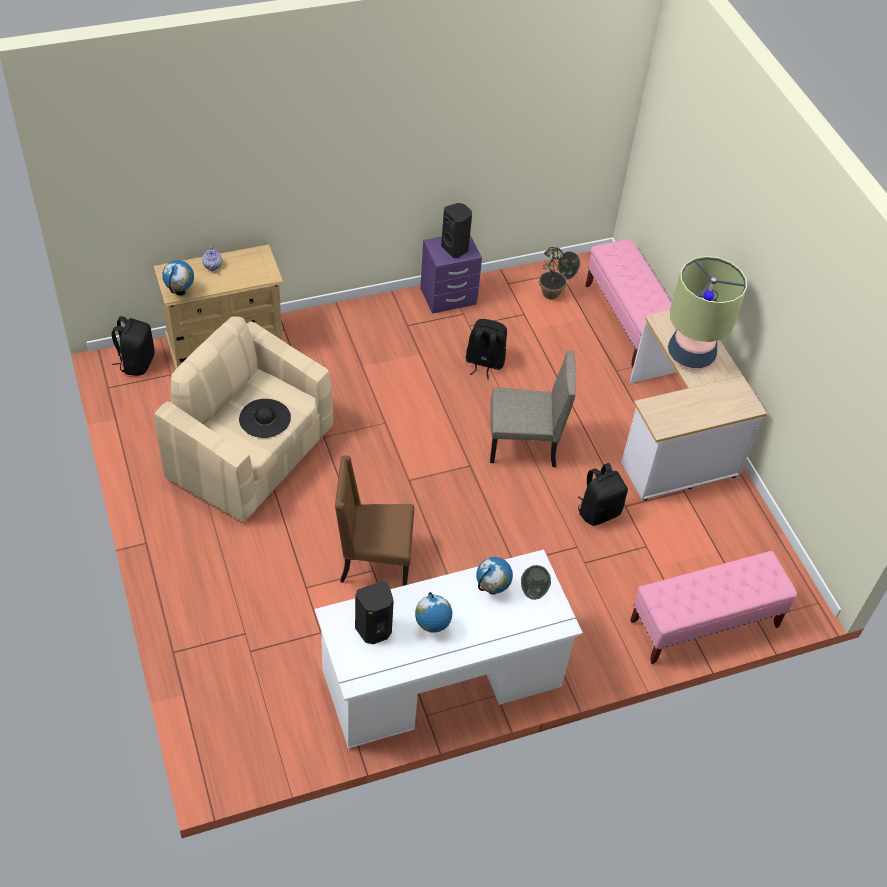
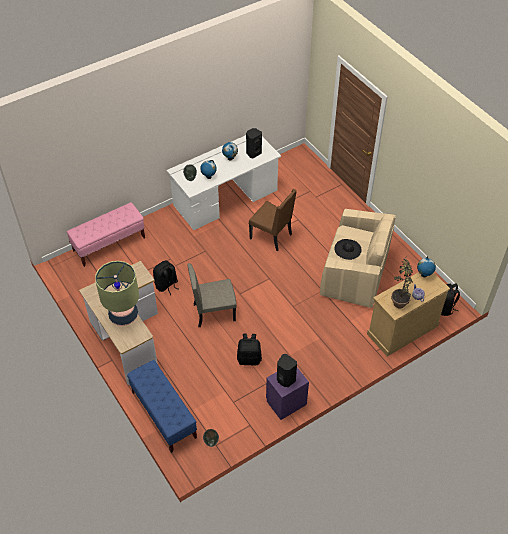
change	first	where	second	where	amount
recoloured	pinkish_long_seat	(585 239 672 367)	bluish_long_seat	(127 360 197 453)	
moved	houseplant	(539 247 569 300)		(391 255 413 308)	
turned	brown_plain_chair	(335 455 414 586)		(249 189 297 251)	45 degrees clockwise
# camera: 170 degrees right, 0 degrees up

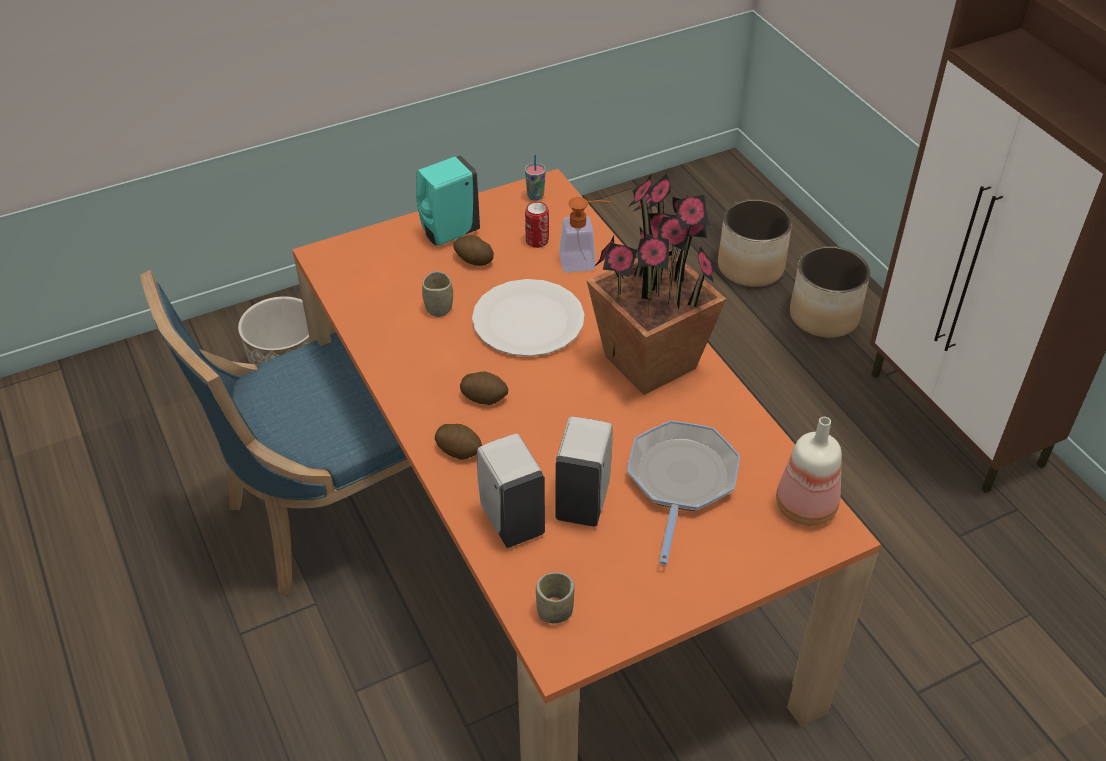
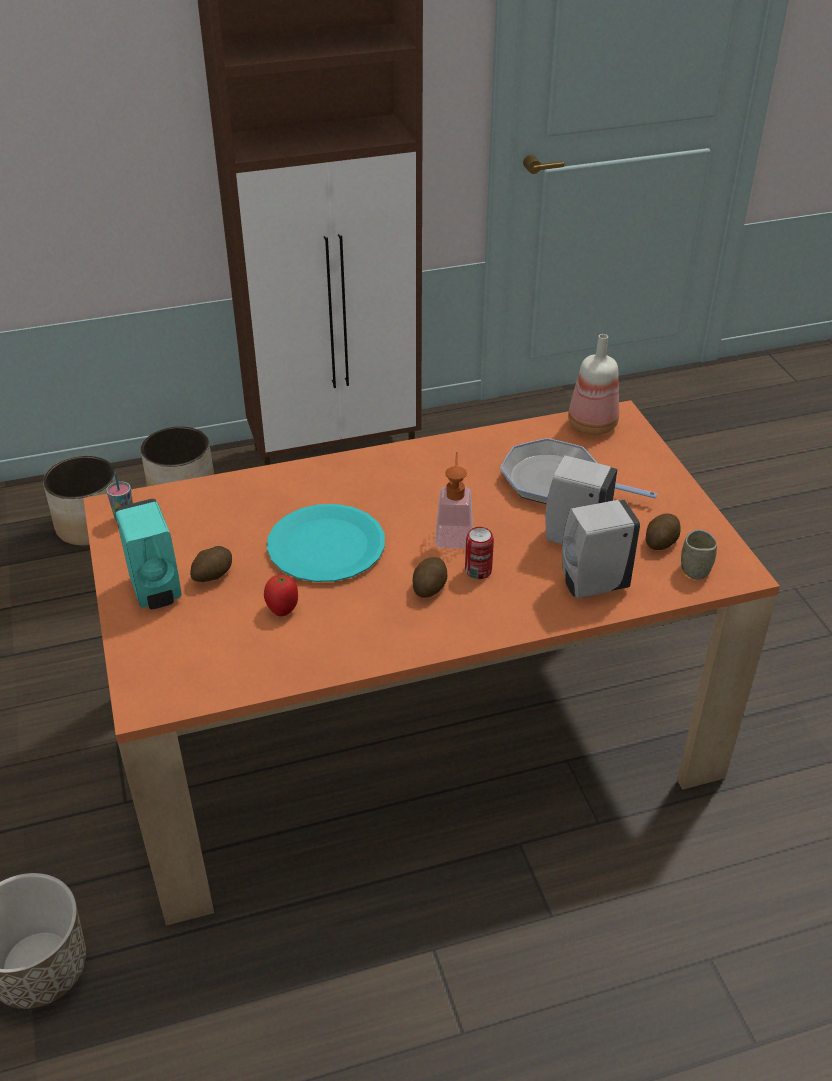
change	first	where	second	where	amount
removed	houseplant	(587 174 726 395)			
moved	liquid_soap_bottle	(559 197 611 273)		(435 452 473 548)	
moved	can	(525 202 549 248)		(465 527 494 579)	
removed	bluish_plain_chair	(140 270 411 595)			
replaced	cup	(422 271 453 317)	fresh_tomato	(264 575 298 617)	
recoloured	white_plate	(472 279 585 357)	blue-green_plate	(267 504 385 582)	
moved	spud	(435 424 482 460)		(646 513 681 550)	
# camera: 80 degrees left, 5 degrees down

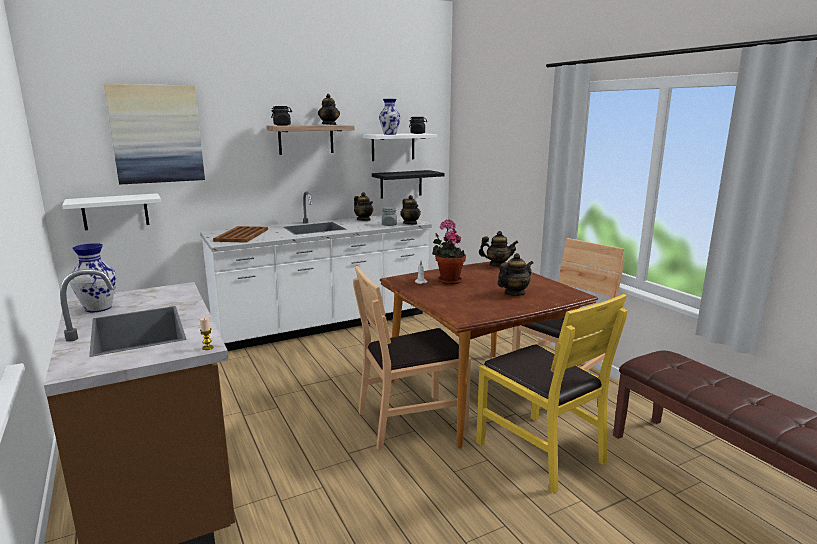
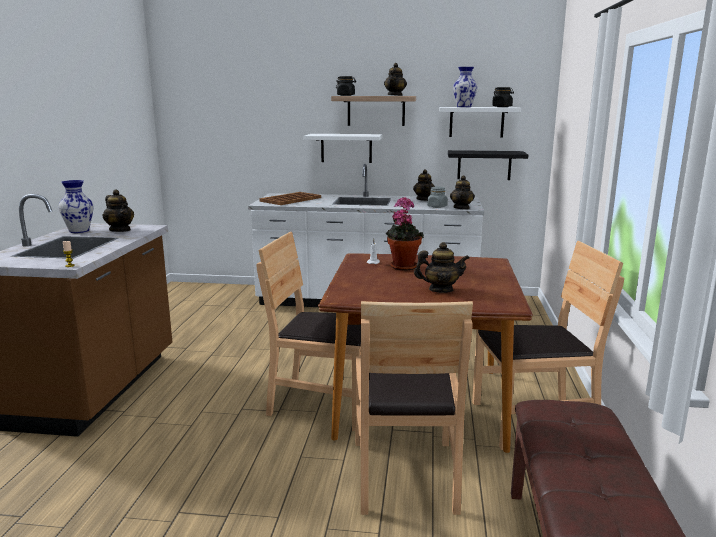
change	first	where	second	where	amount
removed	wall_art	(104 84 205 184)			
moved	white_bracket_shelf	(62 193 161 230)		(304 134 383 163)	
moved	teapot	(479 231 519 267)		(102 189 134 232)	
recoloured	yellow_plain_chair	(476 294 627 494)	brown_plain_chair	(355 301 473 515)	
# camera: 35 degrees right, 0 degrees up

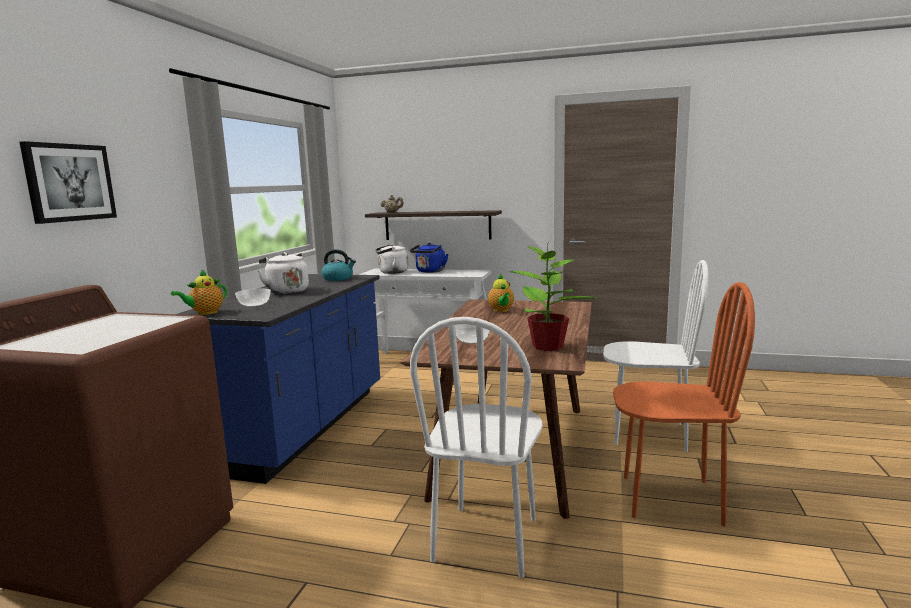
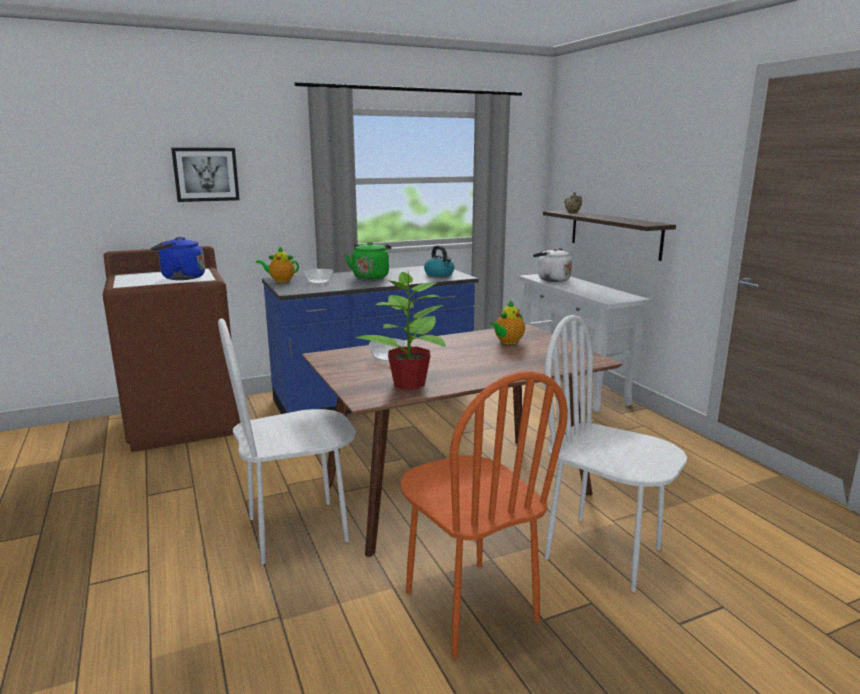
change	first	where	second	where	amount
moved	bluish_kettle	(410 243 448 273)		(151 237 205 280)	
recoloured	white_kettle	(257 252 309 294)	green-coloured_kettle	(345 242 391 279)	
turned	white_plain_chair	(603 260 708 452)		(544 315 687 592)	150 degrees clockwise
# camera: 50 degrees right, 5 degrees up

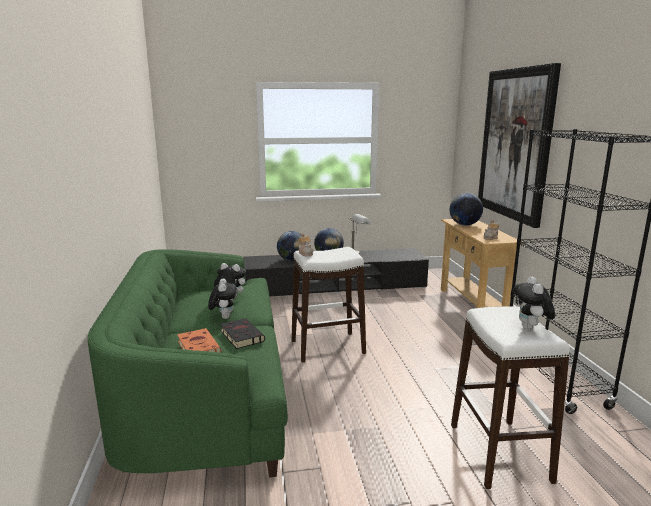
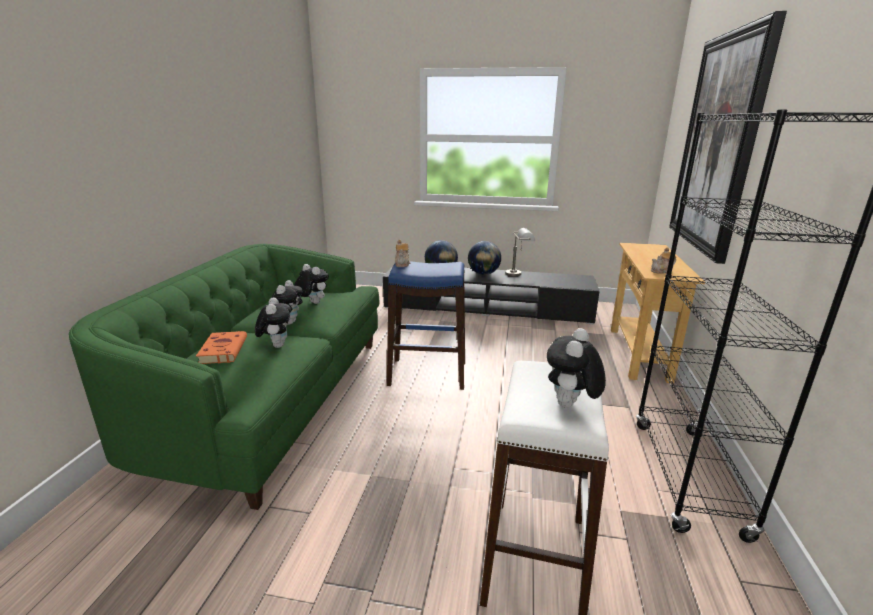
change	first	where	second	where	amount
removed	globe	(450 193 483 226)			
recoloured	white_stool	(291 247 366 363)	bluish_stool	(387 261 465 390)	
replaced	black_bound_book	(220 318 265 349)	soft_toy	(255 297 291 348)	
# camera: 20 degrees right, 5 degrees up

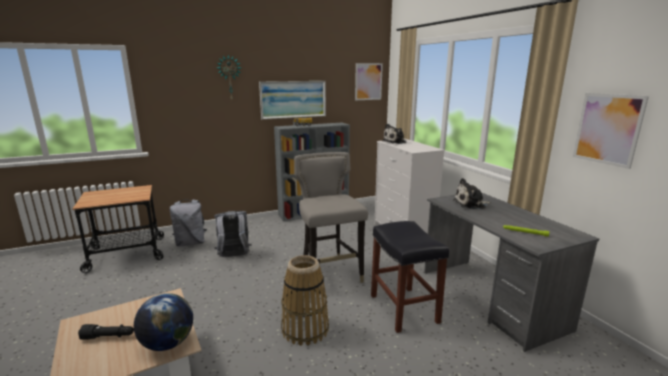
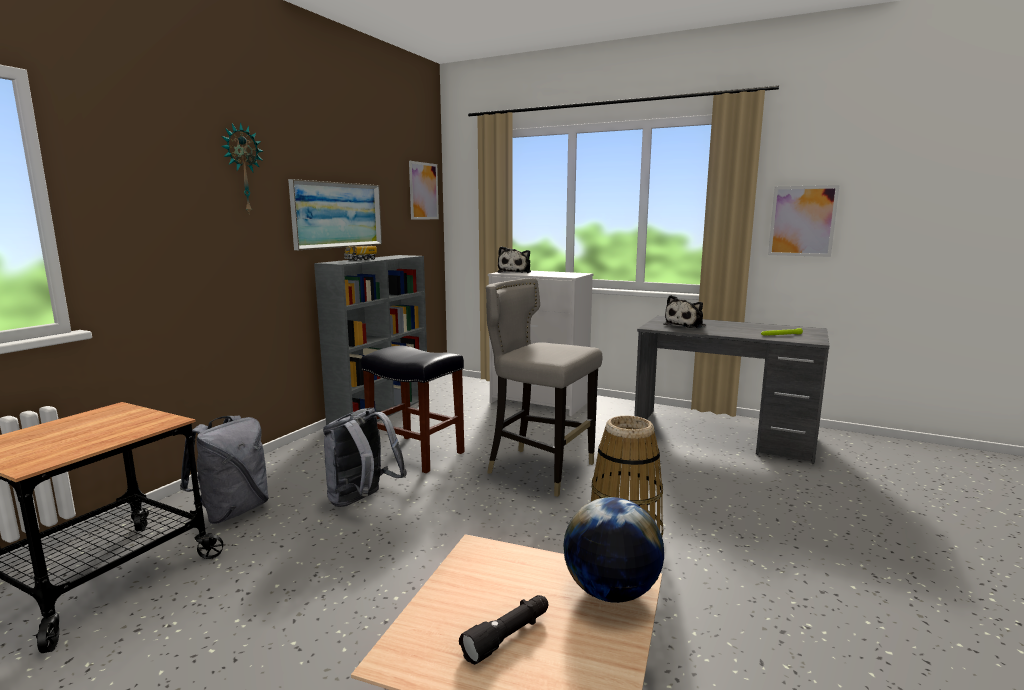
change	first	where	second	where	amount
moved	black_stool	(371 221 449 333)		(361 346 465 473)	
# camera: 40 degrees left, 5 degrees down

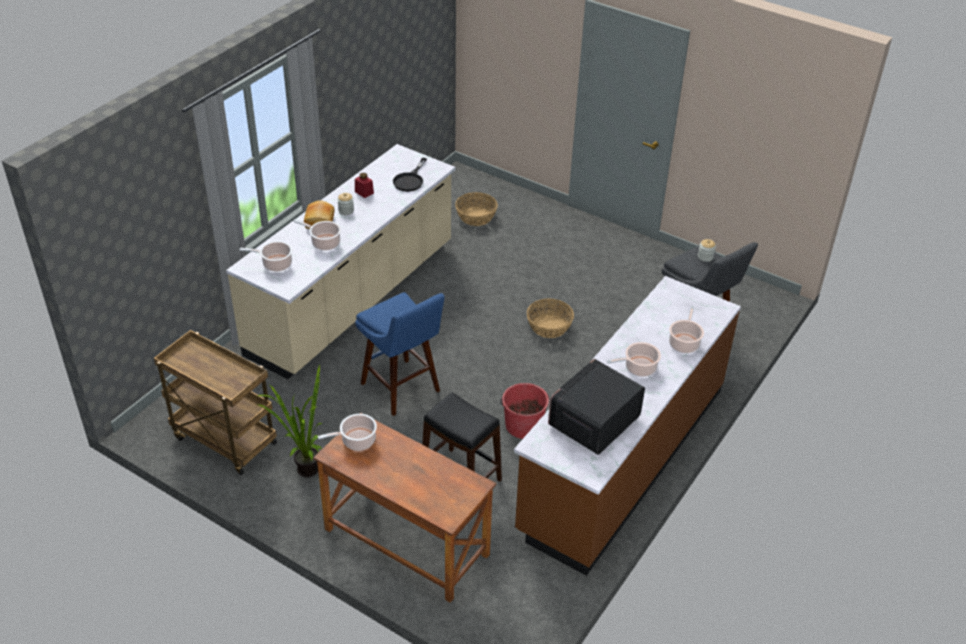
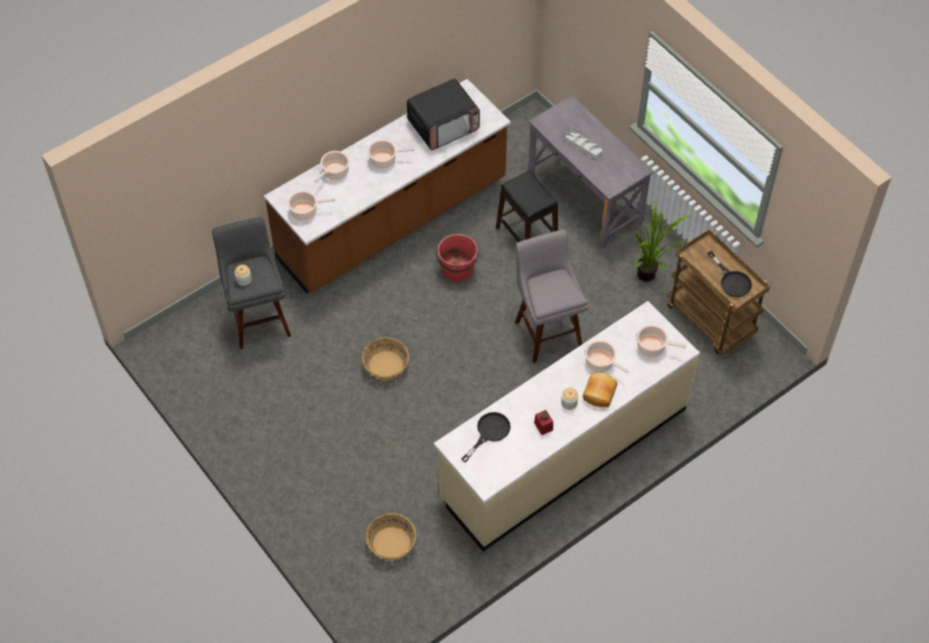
change	first	where	second	where	amount
recoloured	bluish_stool	(355 292 445 416)	grey_stool	(515 230 588 363)	
recoloured	brown_desk_unit	(313 413 496 603)	grey_desk_unit	(528 95 653 249)	
moved	stockpot	(318 414 377 451)		(288 191 335 221)	
added			grey_carrying_tray	(564 129 602 159)	
added			black_pan	(708 251 752 297)	
# camera: 160 degrees left, 15 degrees up

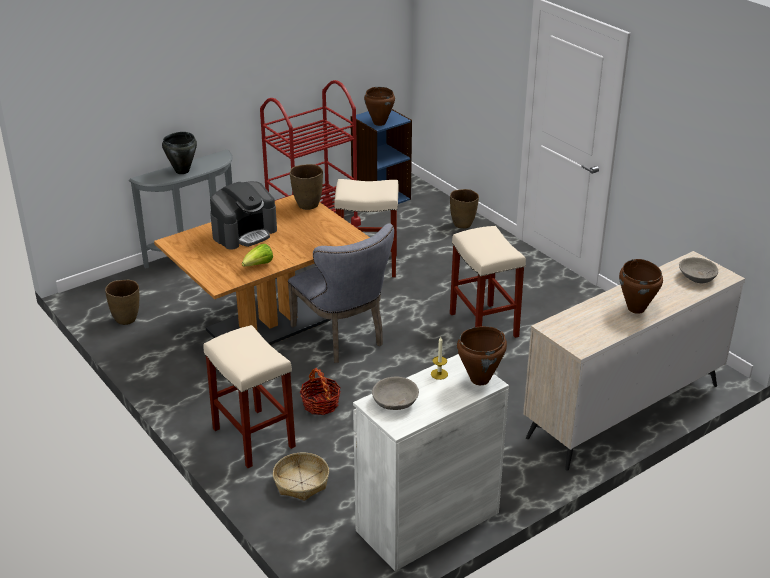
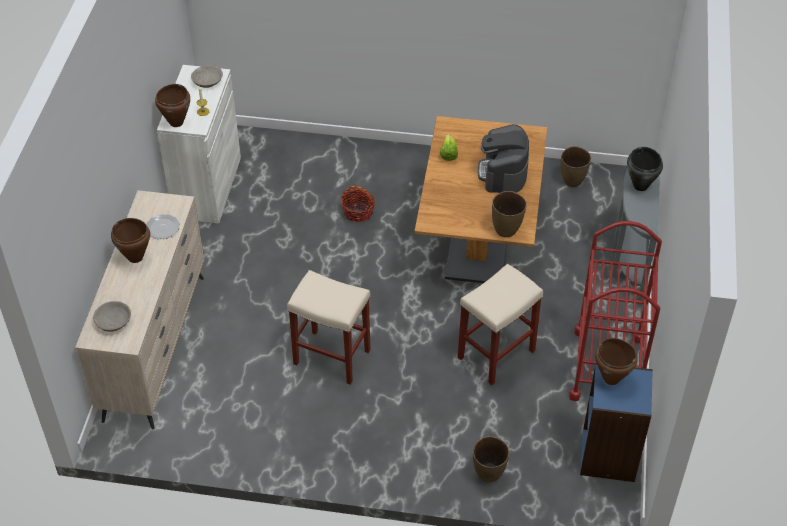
change	first	where	second	where	amount
removed	grey_plain_chair	(288 223 394 363)			
removed	beige-coloured_stool	(203 325 296 468)			
removed	household_basket	(273 452 329 501)			
added			plate	(146 214 180 239)	
# camera: 135 degrees right, 15 degrees up

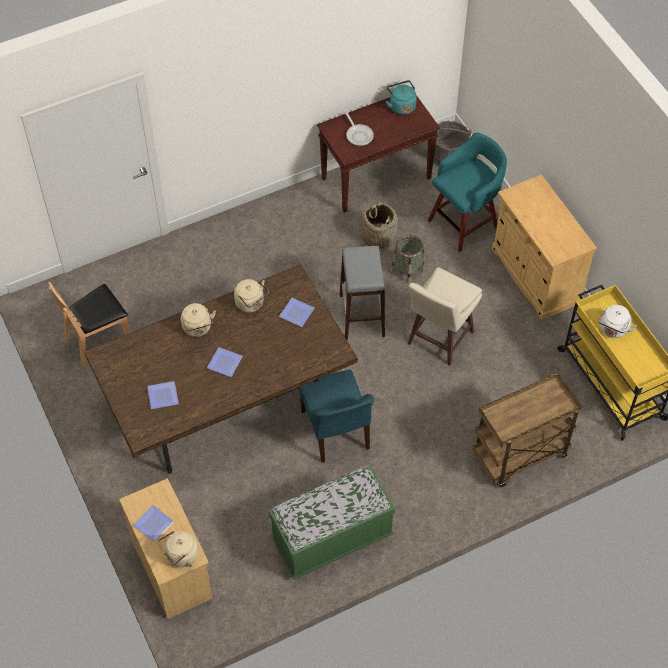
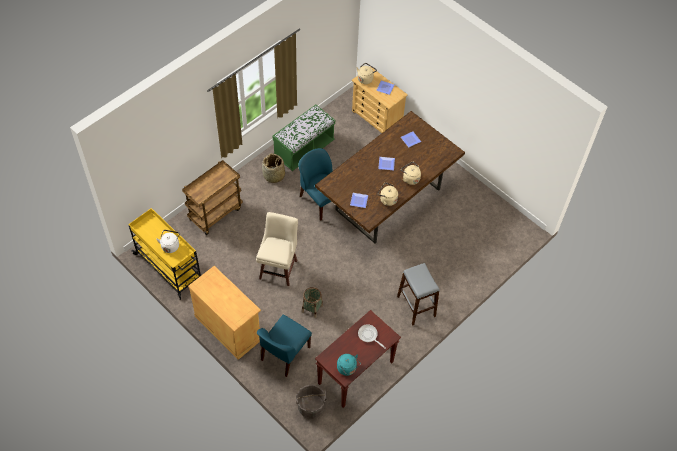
change	first	where	second	where	amount
replaced	blue-green_stool	(428 133 507 252)	bluish_plain_chair	(257 315 312 377)	
moved	household_basket	(361 202 398 249)		(262 153 285 183)	
moved	grey_stool	(340 246 385 340)		(397 263 440 325)	
removed	brown_plain_chair	(48 282 130 367)			
# camera: 160 degrees right, 0 degrees up

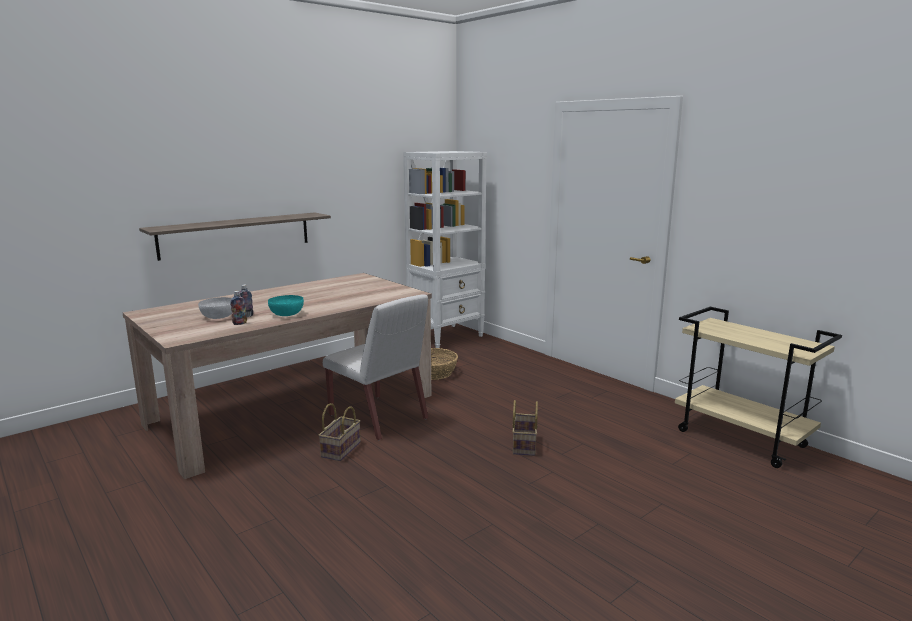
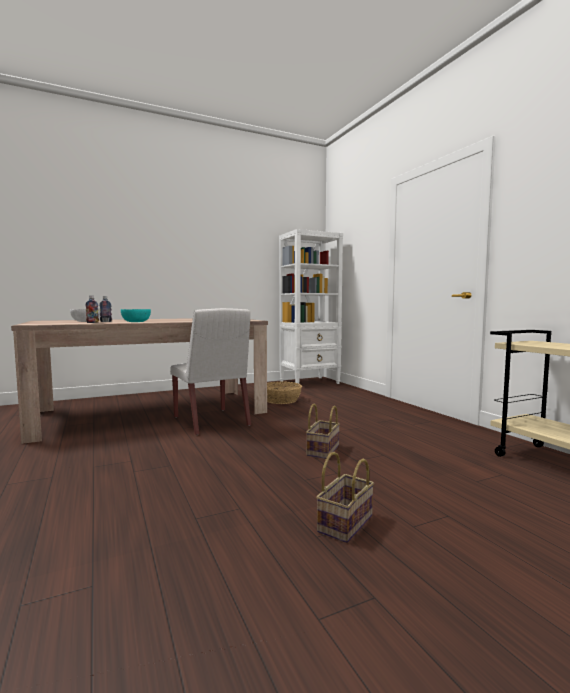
change	first	where	second	where	amount
removed	bracket_shelf	(139 212 331 261)			
moved	household_basket	(319 403 361 461)		(316 452 374 543)	
# camera: 15 degrees right, 10 degrees down

